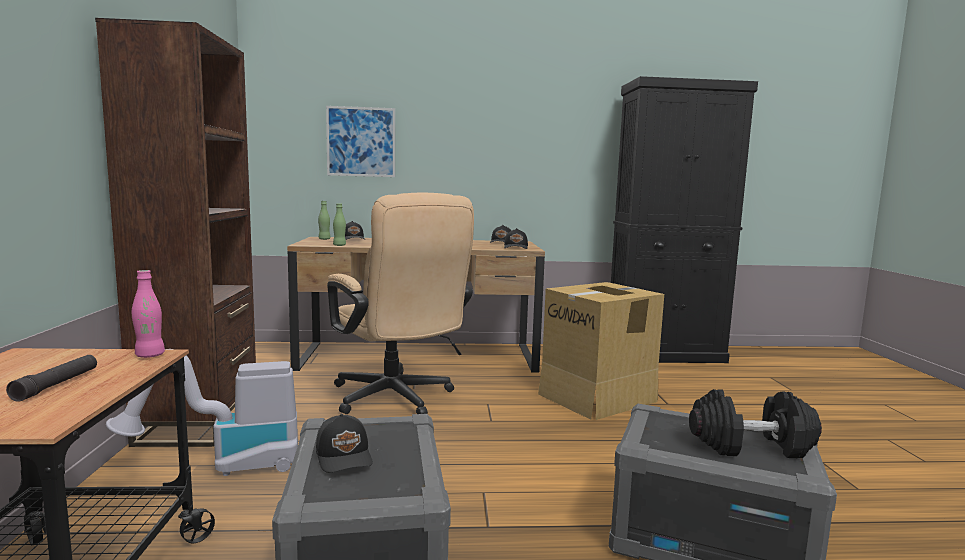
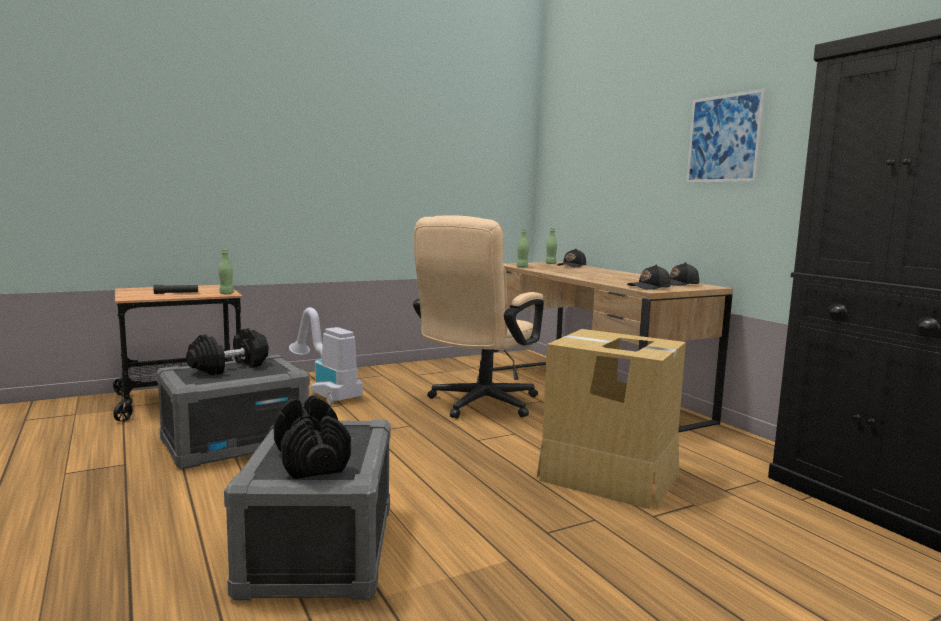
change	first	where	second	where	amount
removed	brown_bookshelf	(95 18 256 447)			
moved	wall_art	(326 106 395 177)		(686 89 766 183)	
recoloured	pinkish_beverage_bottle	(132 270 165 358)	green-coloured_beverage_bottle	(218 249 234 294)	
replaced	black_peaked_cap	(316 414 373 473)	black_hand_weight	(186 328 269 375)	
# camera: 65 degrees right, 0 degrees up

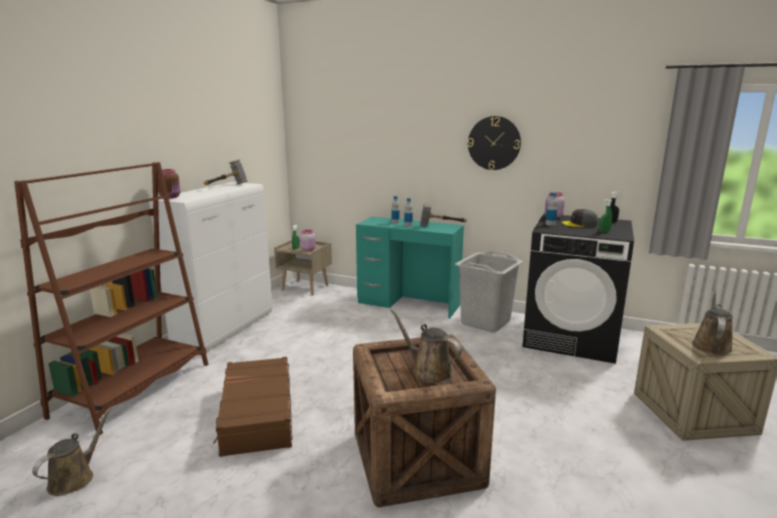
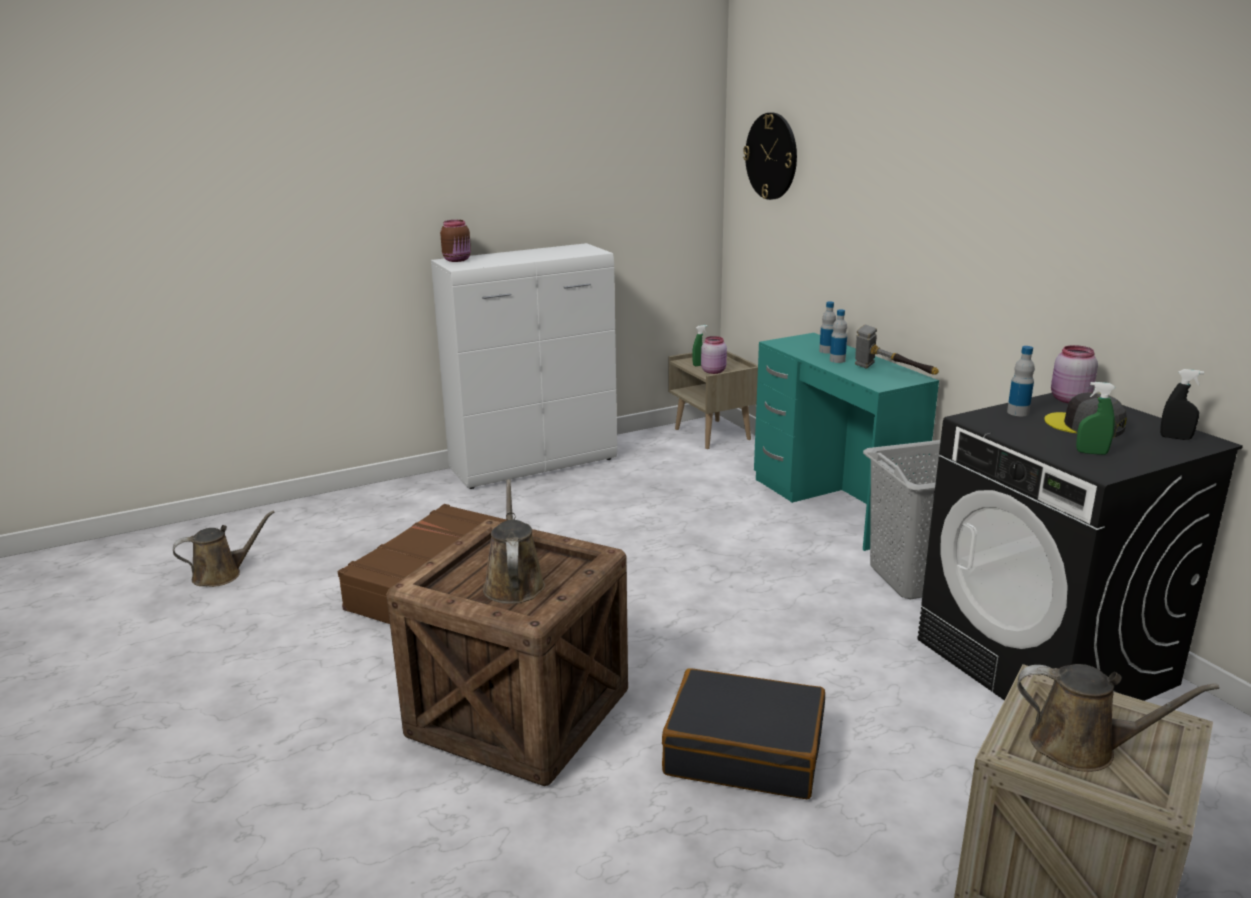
change	first	where	second	where	amount
moved	clock_on_the_wall	(468 116 521 170)		(743 113 797 200)	
removed	hammer	(204 159 248 185)			
removed	brown_bookshelf	(14 162 208 435)			
turned	brown_watering_can	(692 289 733 355)		(1017 664 1219 772)	45 degrees clockwise
added			black_suitcase	(662 668 825 799)	
# camera: 40 degrees right, 5 degrees up

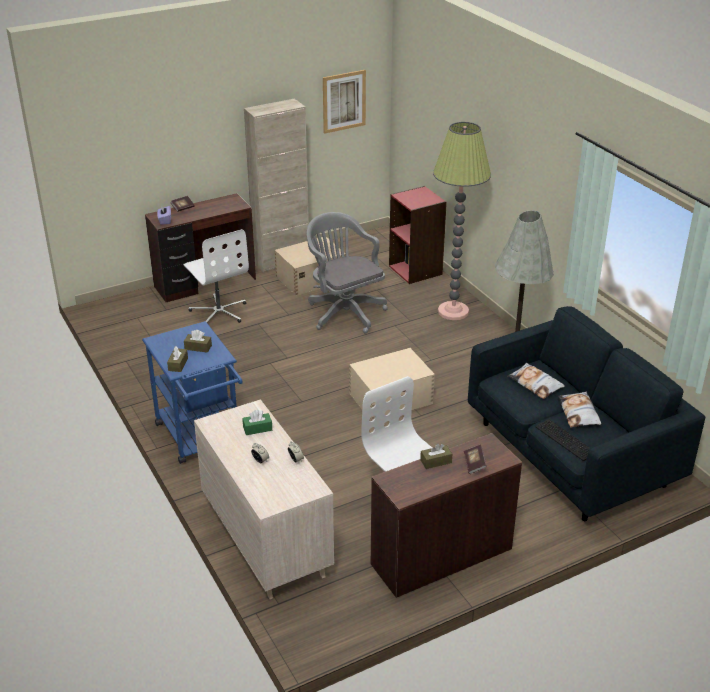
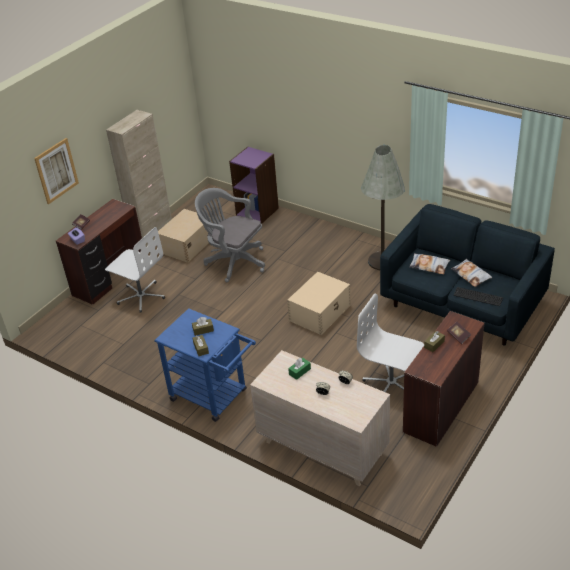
change	first	where	second	where	amount
moved	wall_art	(323 70 366 134)		(34 138 79 204)	
removed	standing_lamp	(433 122 491 320)			
recoloured	red-coloured_bookshelf	(389 186 447 284)	purple-coloured_bookshelf	(229 146 279 224)	
# camera: 25 degrees left, 5 degrees up

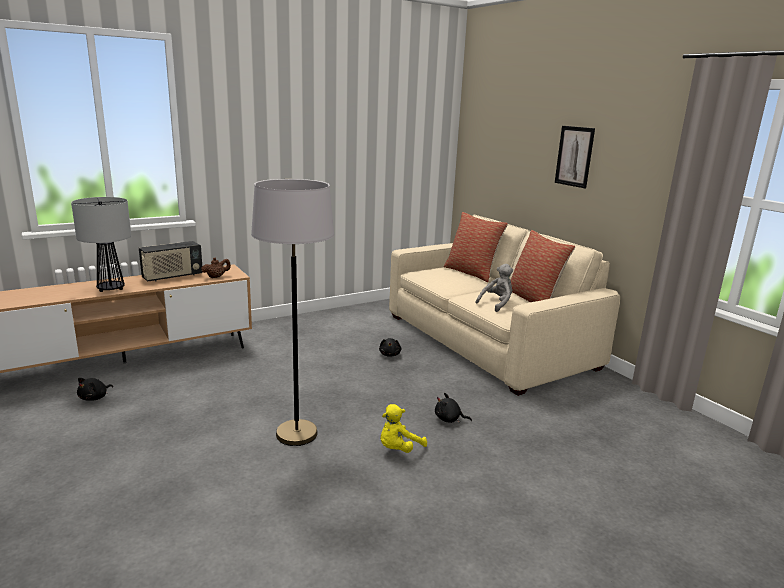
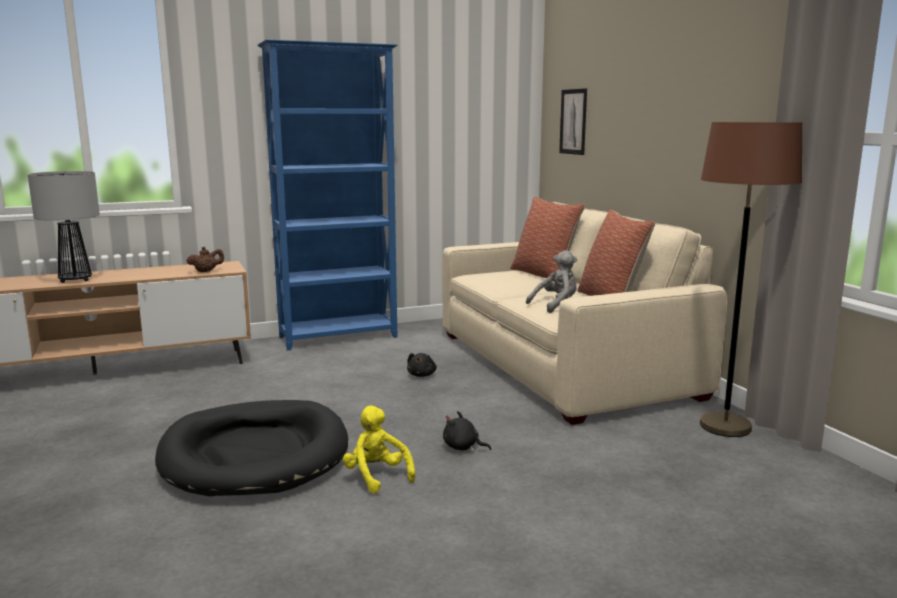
change	first	where	second	where	amount
moved	wall_art	(555 126 595 188)		(559 88 587 155)	
replaced	grey_standing_lamp	(251 179 334 446)	black_dog_cushion	(155 400 348 496)	
removed	radio_receiver	(139 241 203 282)			
removed	black_soft_toy	(77 378 113 401)			
turned	yellow_soft_toy	(381 404 427 453)		(342 406 416 494)	90 degrees clockwise
added			bluish_bookshelf	(257 39 397 350)	
added			brown_standing_lamp	(700 122 802 437)	
# camera: 10 degrees right, 5 degrees down

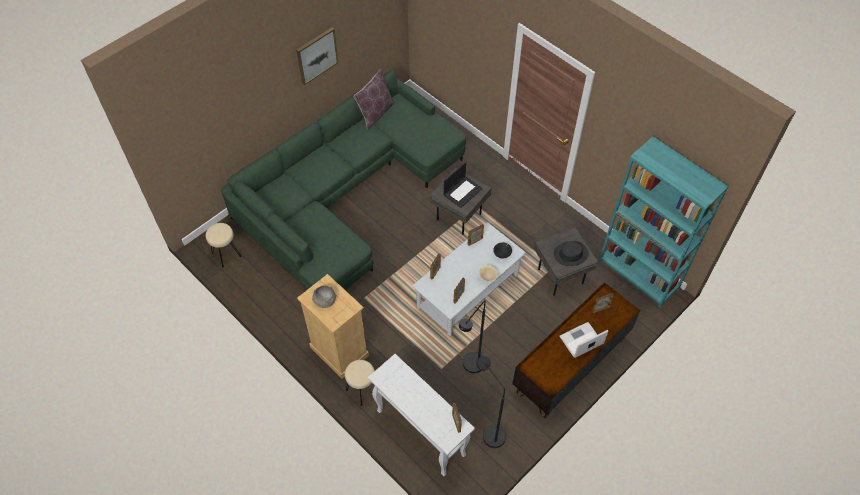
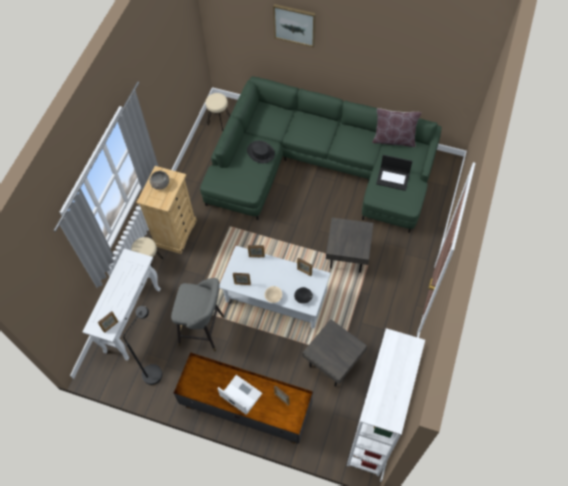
change	first	where	second	where	amount
moved	wall_art	(296 27 339 86)		(273 4 316 48)	
recoloured	blue-green_bookshelf	(599 136 729 308)	white_bookshelf	(347 328 425 476)	
moved	notebook_computer	(444 162 482 208)		(376 155 412 191)	
moved	black_wearable_hat	(554 241 589 266)		(247 141 275 163)	
replaced	black_standing_lamp	(459 300 486 373)	grey_stool	(171 278 224 352)	
# camera: 65 degrees right, 5 degrees up

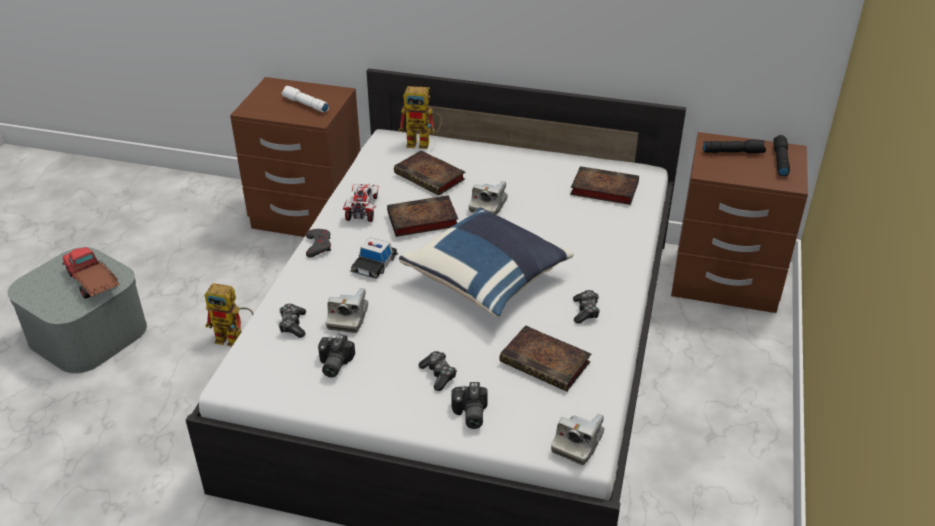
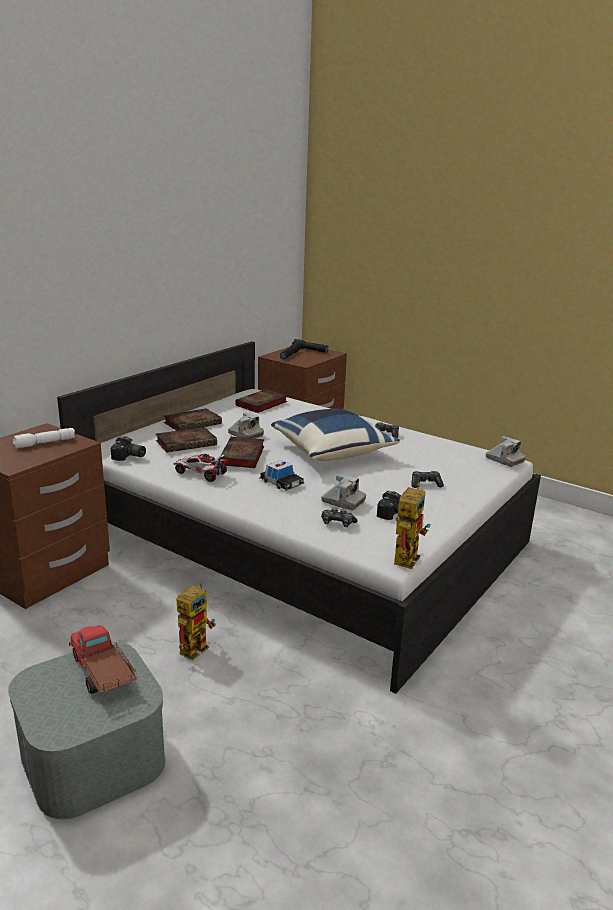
change	first	where	second	where	amount
moved	robot_figure	(398 86 442 149)		(394 483 430 569)	
removed	grey_joypad	(306 229 331 258)			
turned	model_truck	(63 247 120 299)		(69 625 137 694)	75 degrees clockwise
moved	bound_book	(499 325 591 392)		(164 408 222 431)	
moved	photo_camera	(451 382 488 429)		(111 436 146 461)	
# camera: 70 degrees left, 15 degrees down

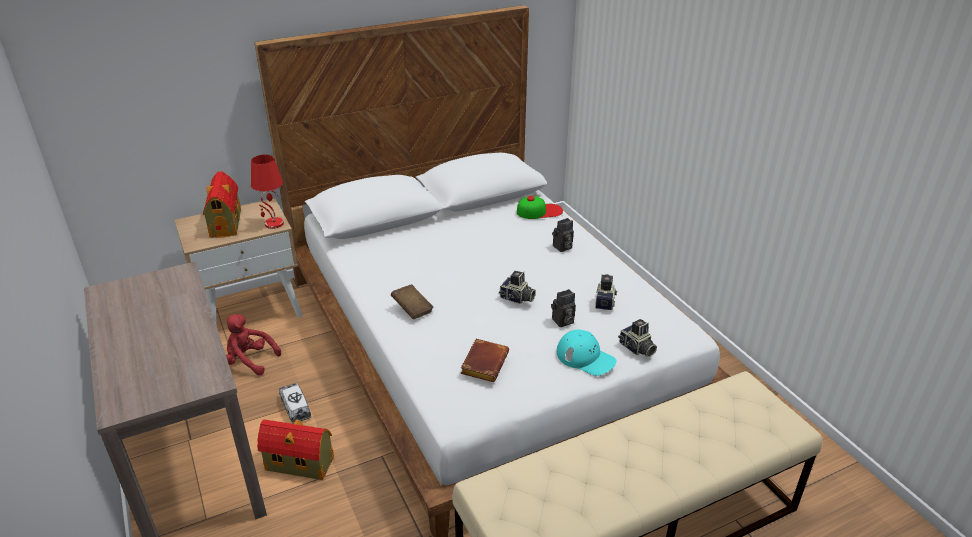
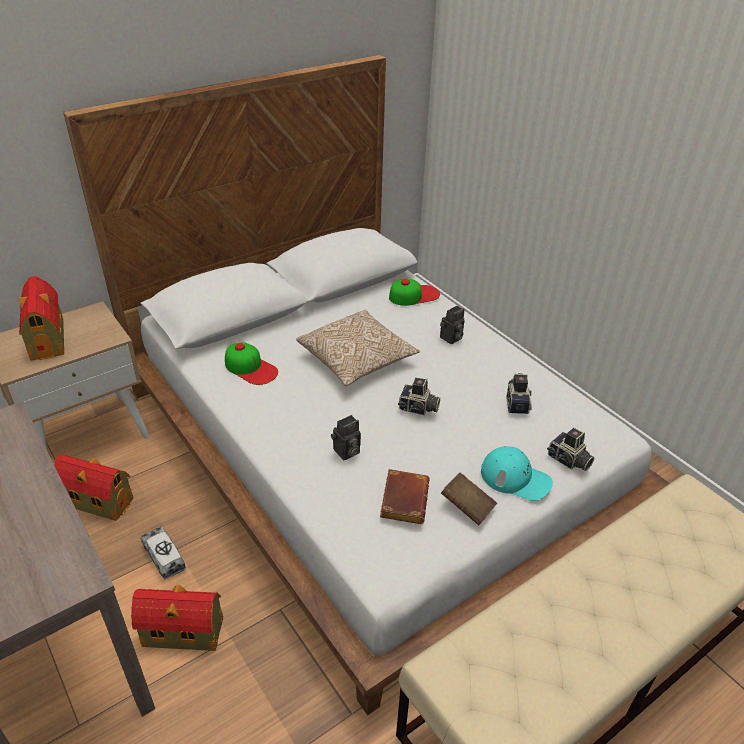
change	first	where	second	where	amount
removed	red-coloured_table_lamp	(251 154 284 229)			
moved	brown_bound_book	(391 284 434 319)		(441 473 497 525)	
moved	photo_camera	(551 289 576 327)		(331 415 361 460)	
replaced	red-coloured_soft_toy	(226 314 281 376)	toy_house	(54 455 134 521)	
added			cushion	(296 310 420 386)	
added			peaked_cap	(225 342 278 385)	
# camera: 10 degrees left, 5 degrees up

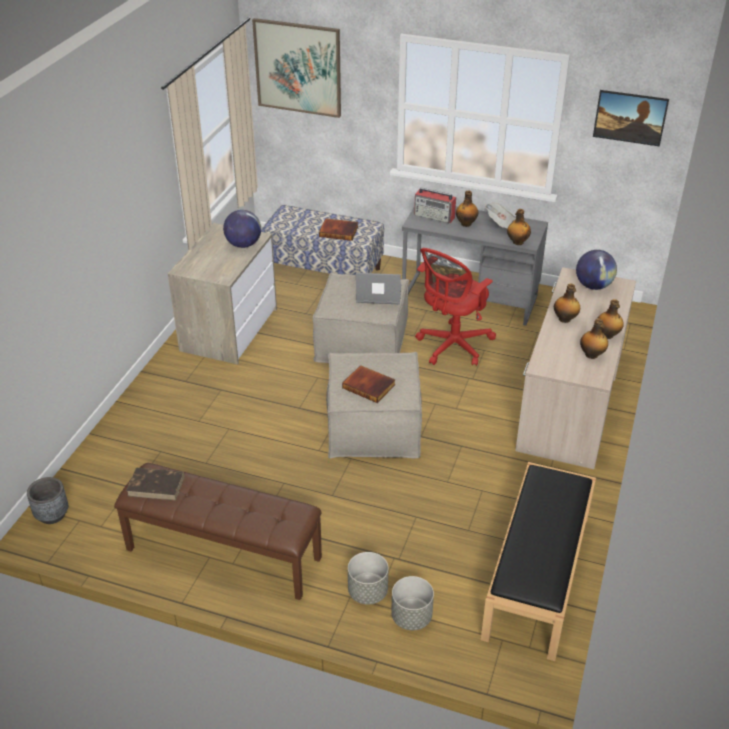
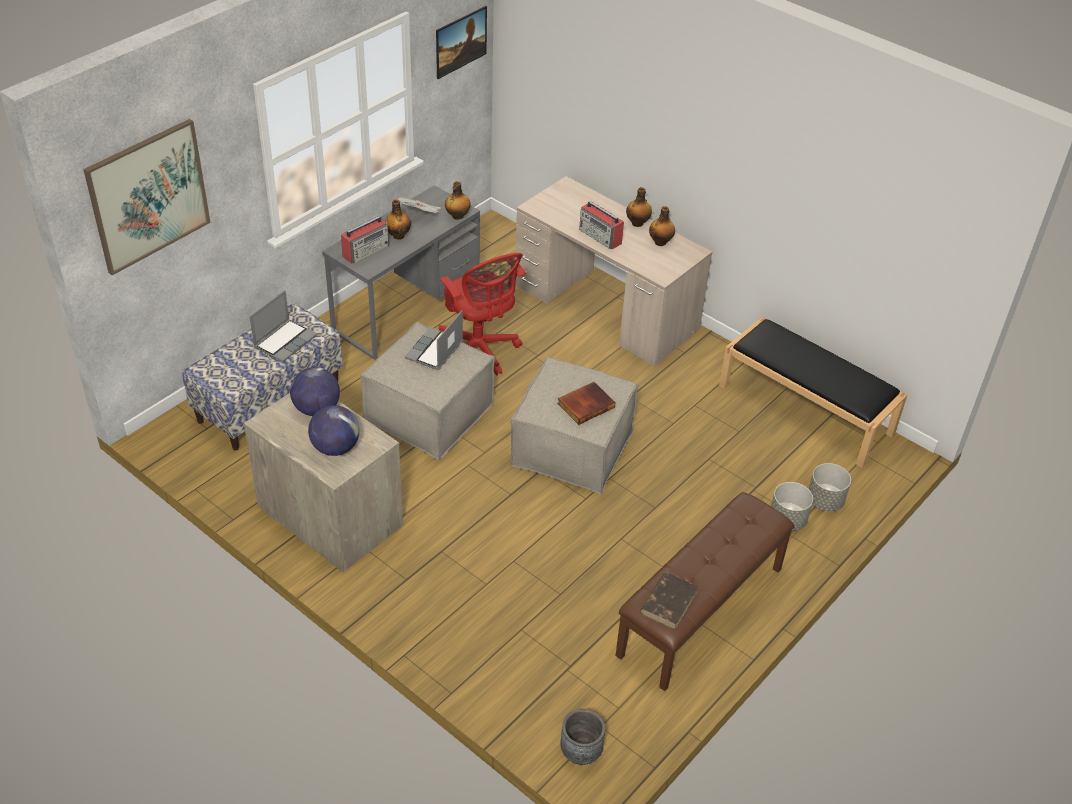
change	first	where	second	where	amount
replaced	bound_book	(319 218 358 241)	notebook_computer	(250 290 317 362)	
moved	globe	(576 250 617 290)		(308 405 359 456)	
replaced	beverage_bottle	(554 284 580 323)	radio_receiver	(579 201 624 249)	
# camera: 70 degrees left, 5 degrees up

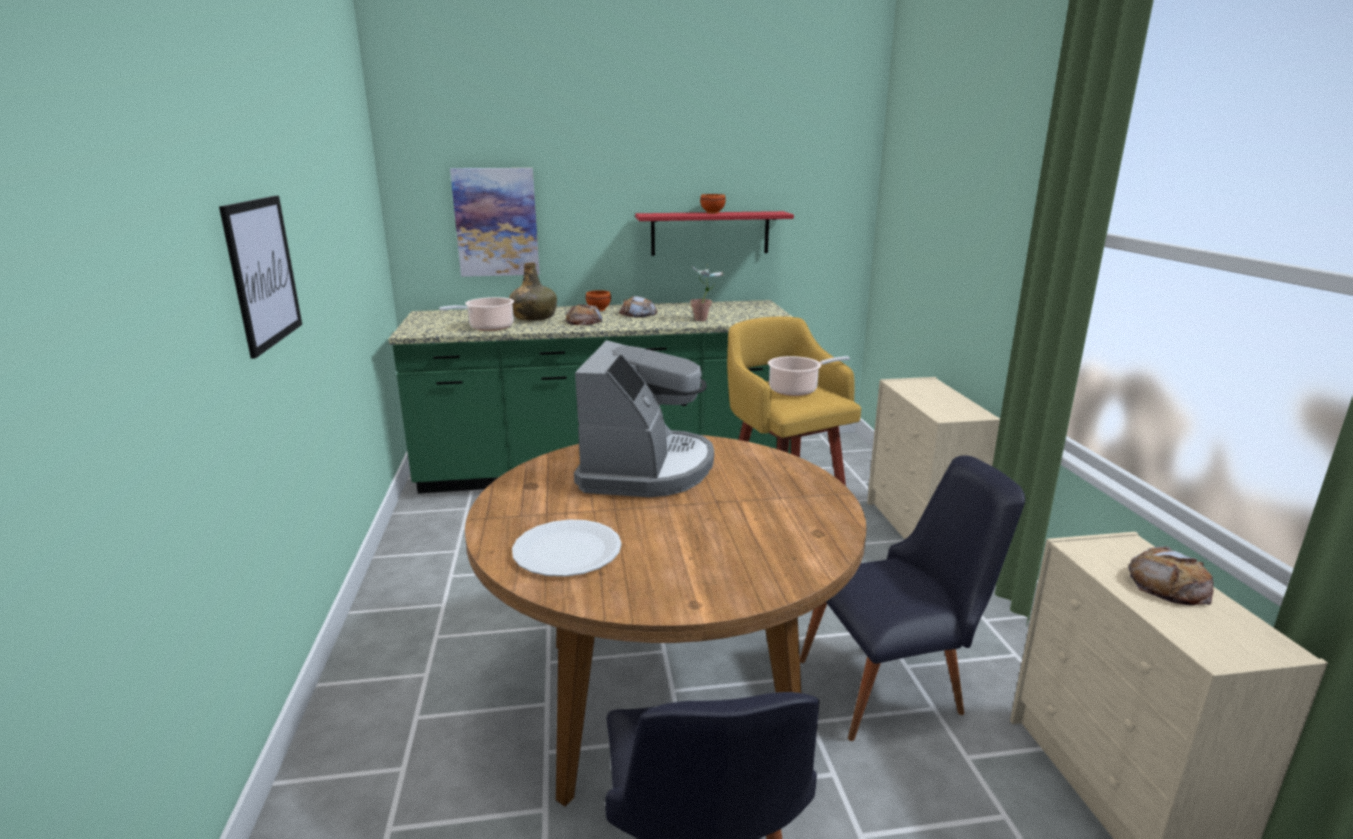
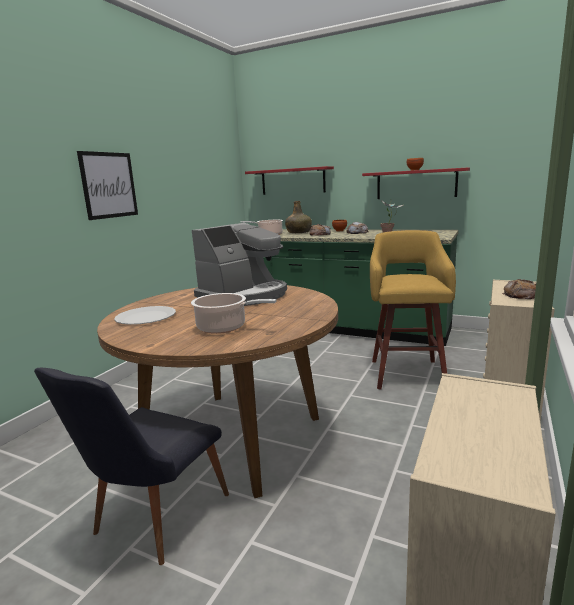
change	first	where	second	where	amount
replaced	wall_art	(450 168 540 277)	red-coloured_bracket_shelf	(245 166 334 195)	
moved	stockpot	(768 356 850 396)		(191 293 277 334)	
removed	black_plain_chair	(800 455 1025 741)			
moved	bread	(1128 546 1214 605)		(502 279 536 299)	
# camera: 35 degrees right, 5 degrees down

